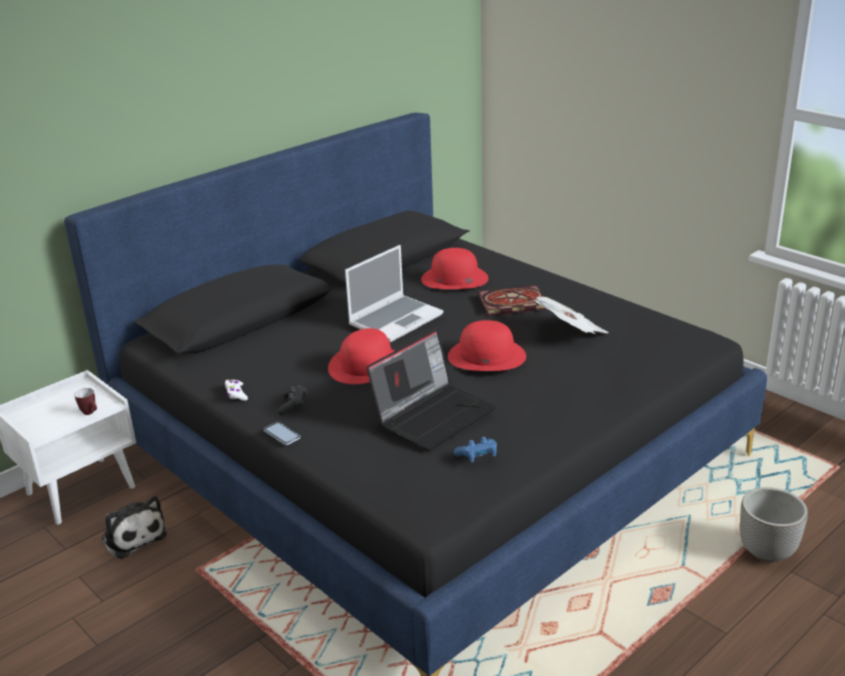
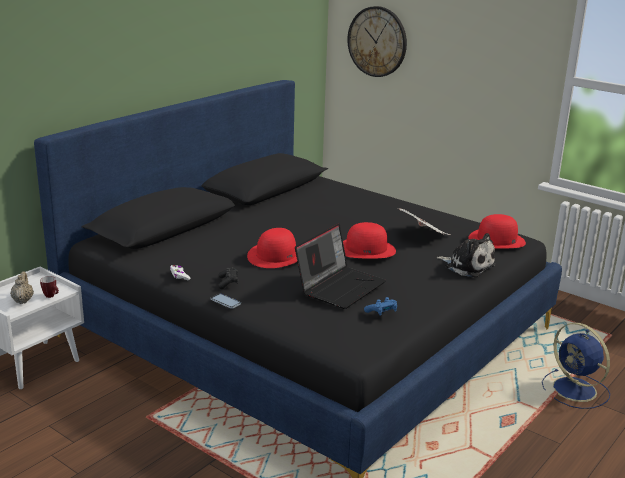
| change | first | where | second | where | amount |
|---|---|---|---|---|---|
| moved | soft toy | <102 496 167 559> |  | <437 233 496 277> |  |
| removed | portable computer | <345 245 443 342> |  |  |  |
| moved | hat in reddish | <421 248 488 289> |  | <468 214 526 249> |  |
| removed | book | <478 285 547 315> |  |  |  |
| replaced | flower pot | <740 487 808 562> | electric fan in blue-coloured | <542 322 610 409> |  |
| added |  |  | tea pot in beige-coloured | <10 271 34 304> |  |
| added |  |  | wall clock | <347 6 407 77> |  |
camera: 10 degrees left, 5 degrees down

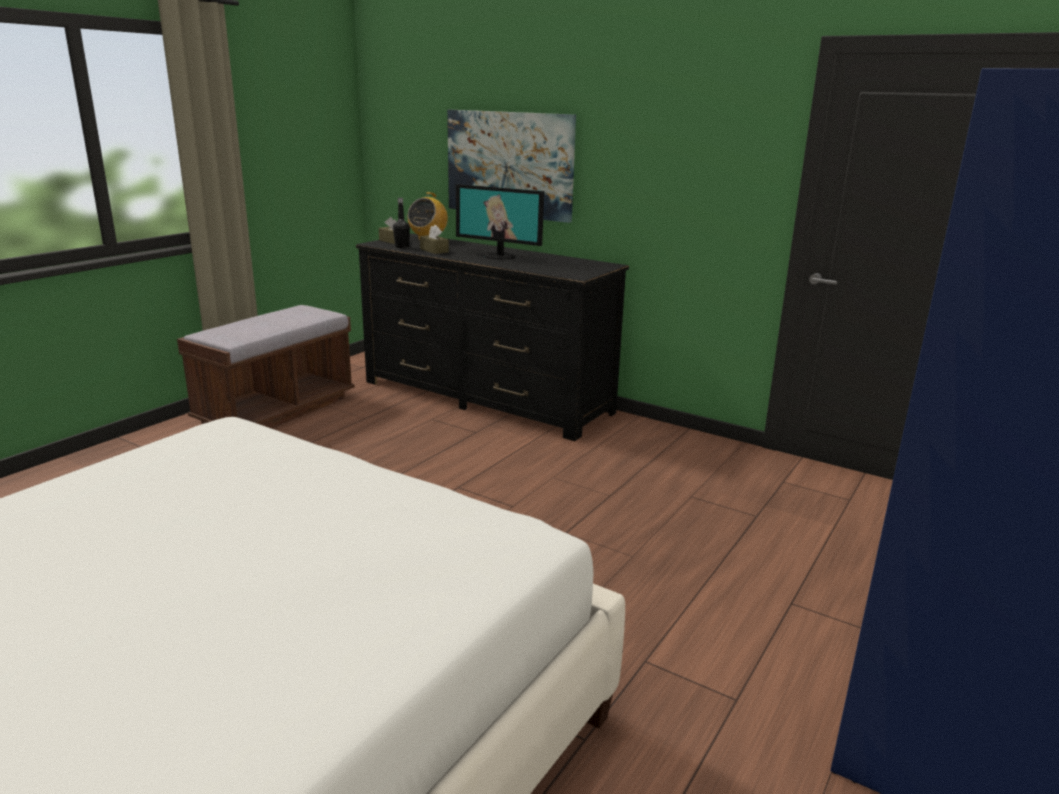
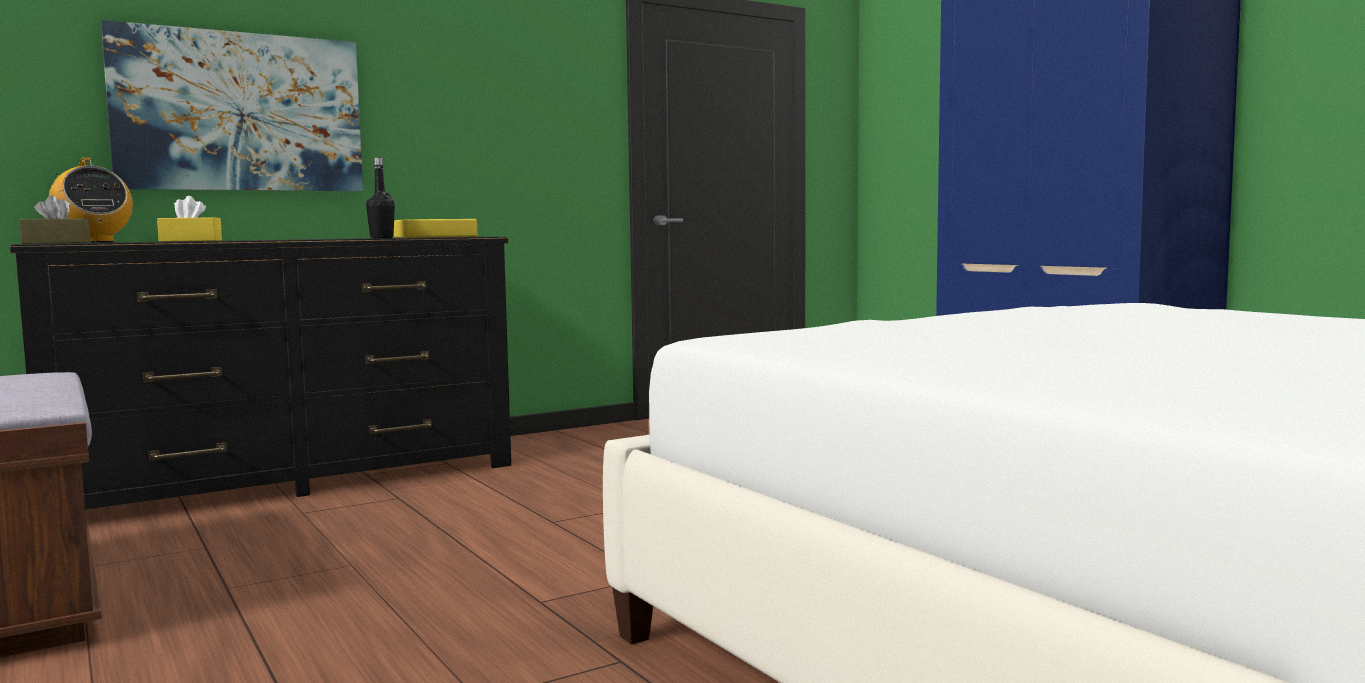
| change | first | where | second | where | amount |
|---|---|---|---|---|---|
| moved | beverage bottle in blackish | <393 198 410 248> |  | <366 158 395 238> |  |
| recoloured | box of tissues in brown-coloured | <420 225 449 254> | box of tissues in yellow-coloured | <157 196 222 242> |  |
| removed | monitor | <456 184 544 260> |  |  |  |
| added |  |  | carrying tray in yellow-coloured | <393 219 478 238> |  |
camera: 65 degrees left, 15 degrees down

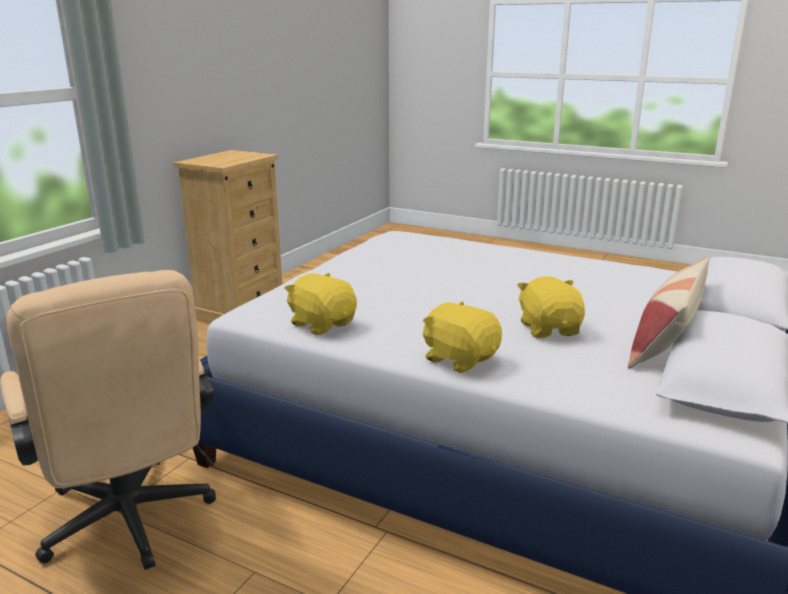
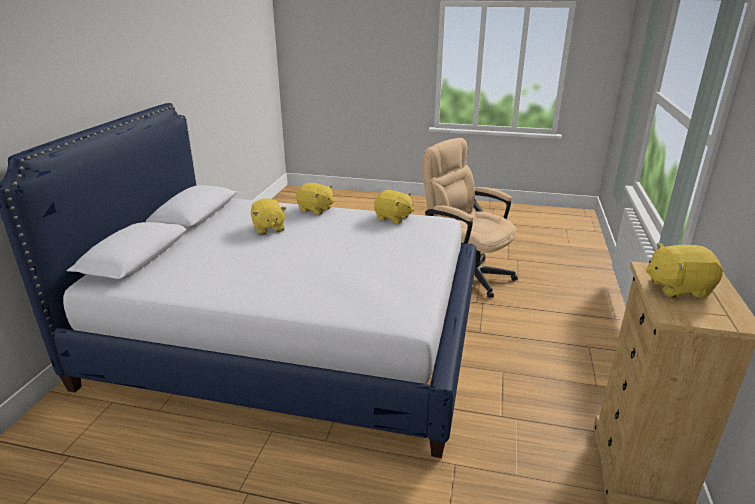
| change | first | where | second | where | amount |
|---|---|---|---|---|---|
| removed | pillow | <628 257 709 369> |  |  |  |
| added |  |  | soft toy in yellow-coloured | <646 243 723 298> |  |
camera: 165 degrees right, 5 degrees up

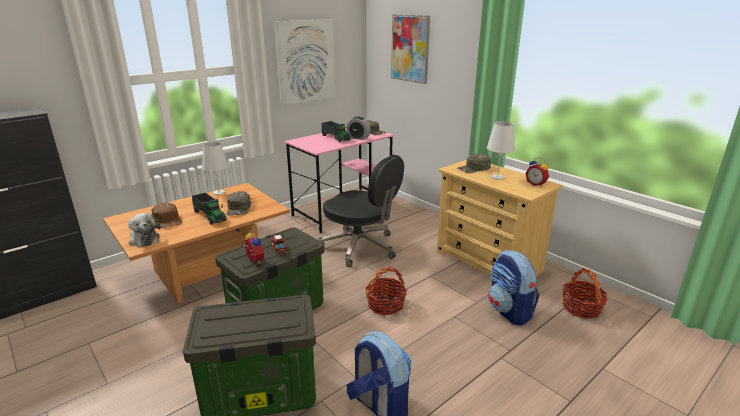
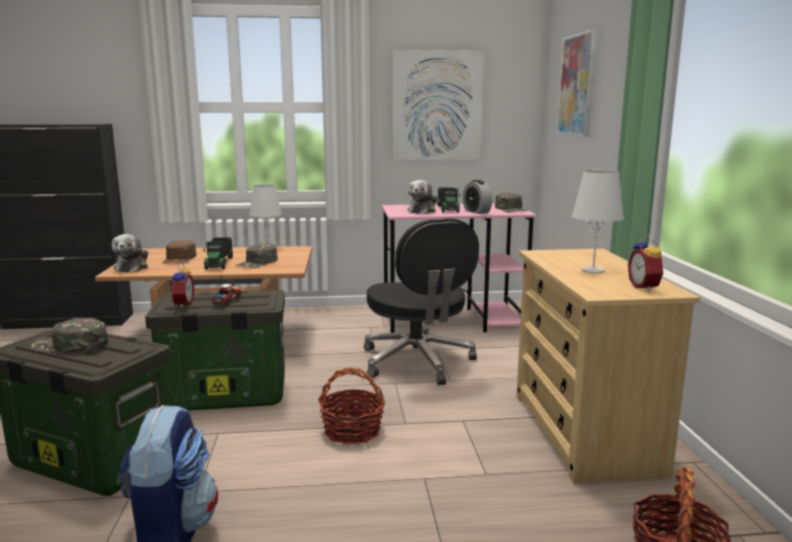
| change | first | where | second | where | amount |
|---|---|---|---|---|---|
| moved | cap in green-coloured | <457 154 491 173> |  | <31 318 108 353> |  |
| removed | backpack | <488 250 539 326> |  |  |  |
| added |  |  | soft toy | <407 180 437 214> |  |
camera: 35 degrees right, 10 degrees down

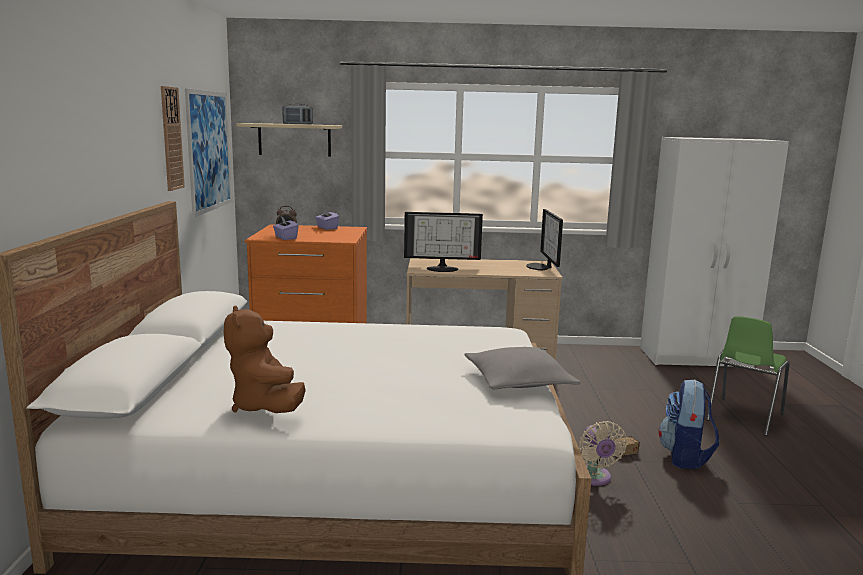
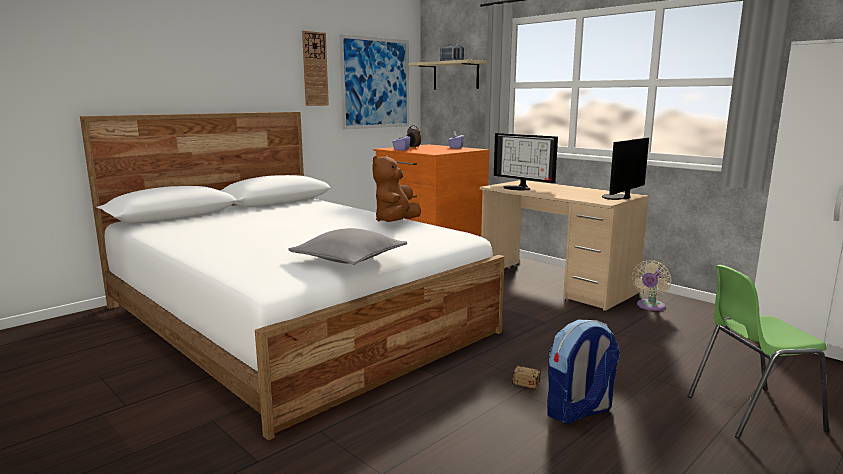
| change | first | where | second | where | amount |
|---|---|---|---|---|---|
| moved | soft toy in brown-coloured | <224 306 306 413> |  | <372 156 421 222> |  |
| moved | electric fan in beige-coloured | <579 421 627 486> |  | <632 260 671 311> |  |
camera: 45 degrees right, 0 degrees up

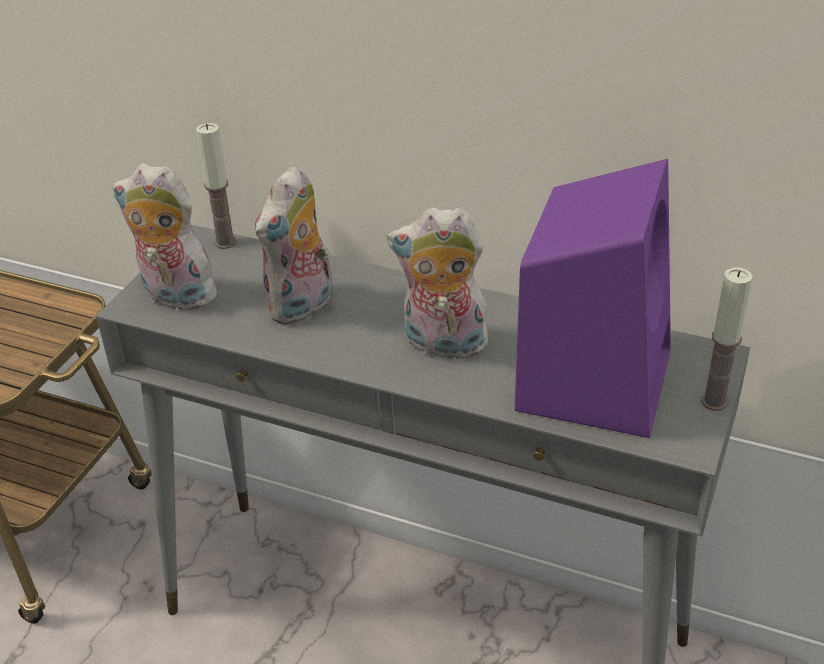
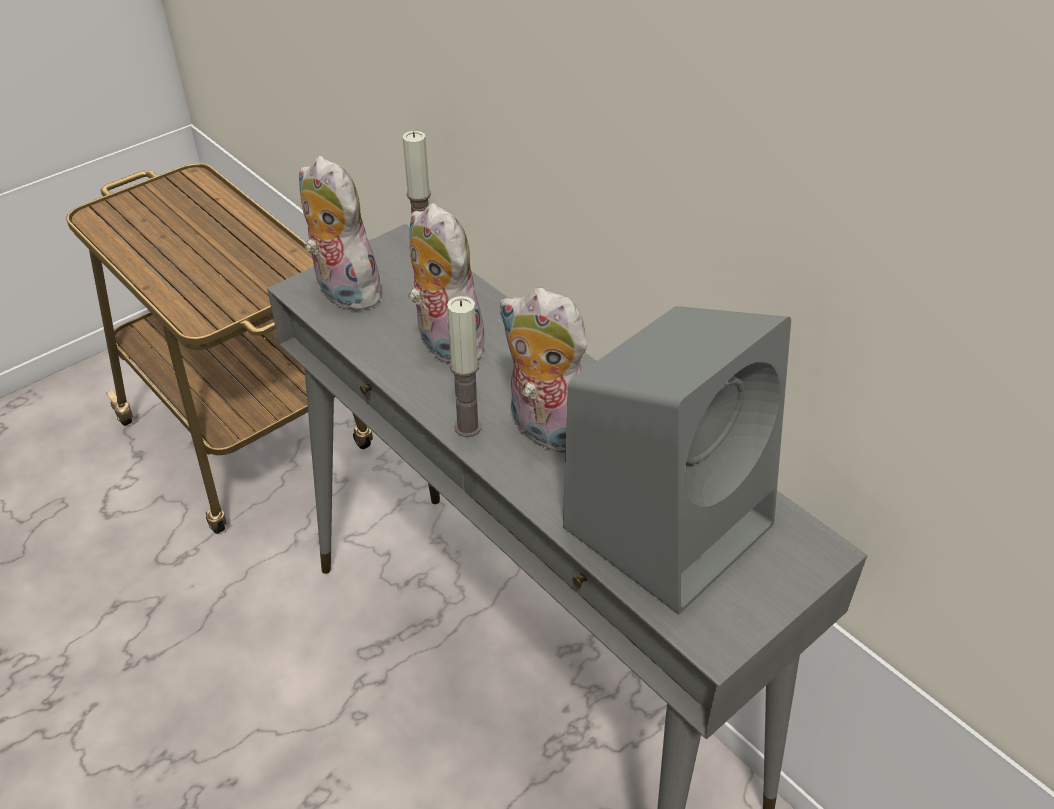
| change | first | where | second | where | amount |
|---|---|---|---|---|---|
| turned | soft toy | <255 166 333 326> |  | <408 203 485 364> | 90 degrees clockwise |
| recoloured | speaker in purple-coloured | <514 159 671 438> | speaker in greyish | <563 306 791 614> |  |
| moved | wax candle | <701 267 753 411> |  | <447 296 481 437> |  |
camera: 25 degrees right, 5 degrees up

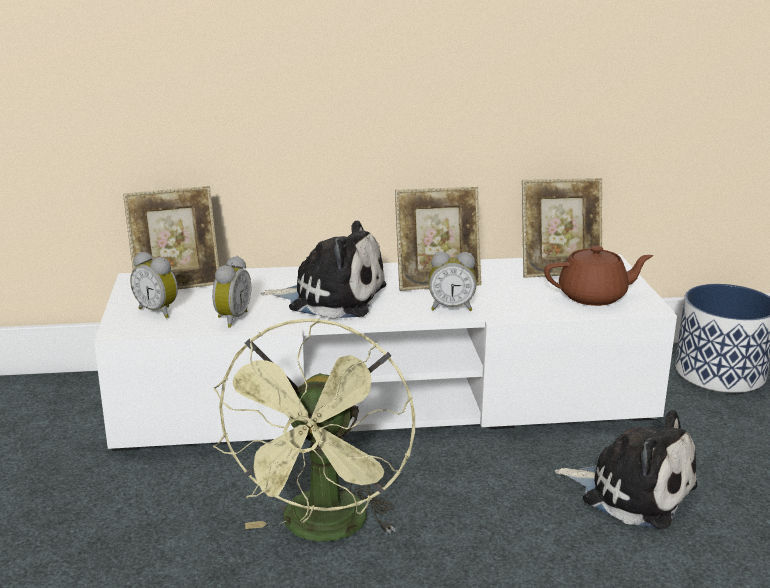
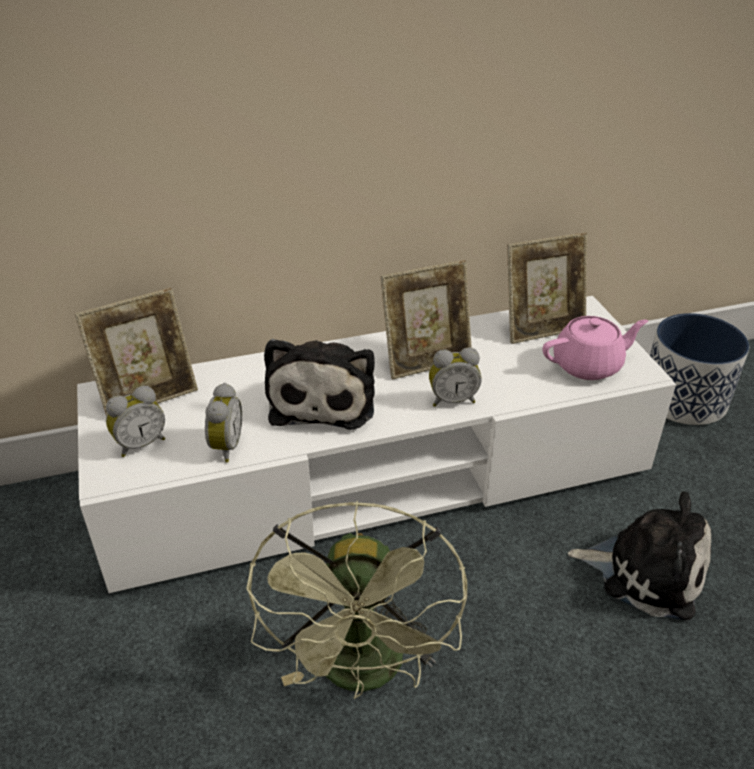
| change | first | where | second | where | amount |
|---|---|---|---|---|---|
| turned | bedside clock | <130 252 178 318> |  | <106 386 165 457> | 60 degrees counterclockwise |
| turned | soft toy | <261 220 386 319> |  | <264 339 375 430> | 90 degrees clockwise |
| recoloured | tea pot in brown-coloured | <544 245 653 306> | tea pot in pinkish | <542 316 648 380> |  |
camera: 10 degrees left, 15 degrees up

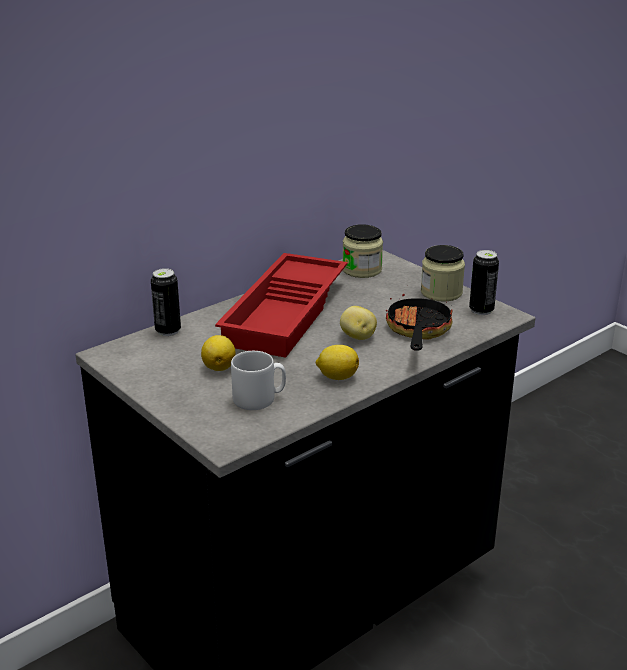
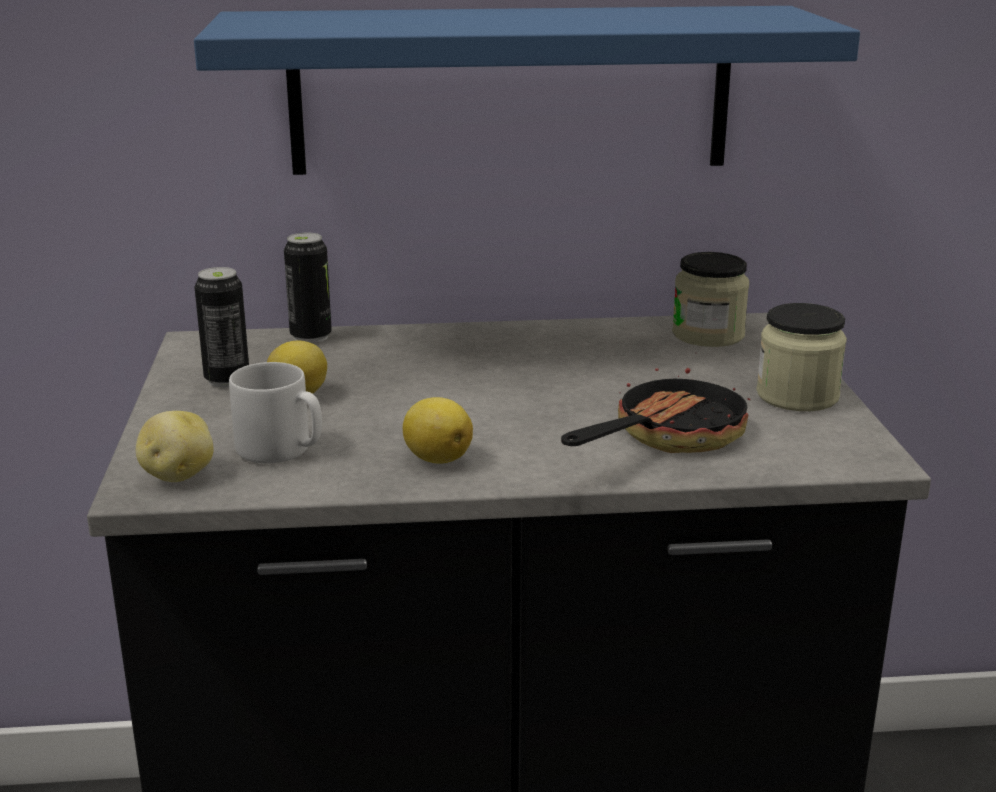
| change | first | where | second | where | amount |
|---|---|---|---|---|---|
| removed | carrying tray in reddish | <215 253 348 358> |  |  |  |
| moved | spud | <340 306 377 340> |  | <136 411 214 482> |  |
| moved | metal can | <469 250 499 315> |  | <194 267 249 388> |  |
| added |  |  | wall shelf in blue-coloured | <194 6 860 175> |  |
camera: 35 degrees right, 5 degrees down

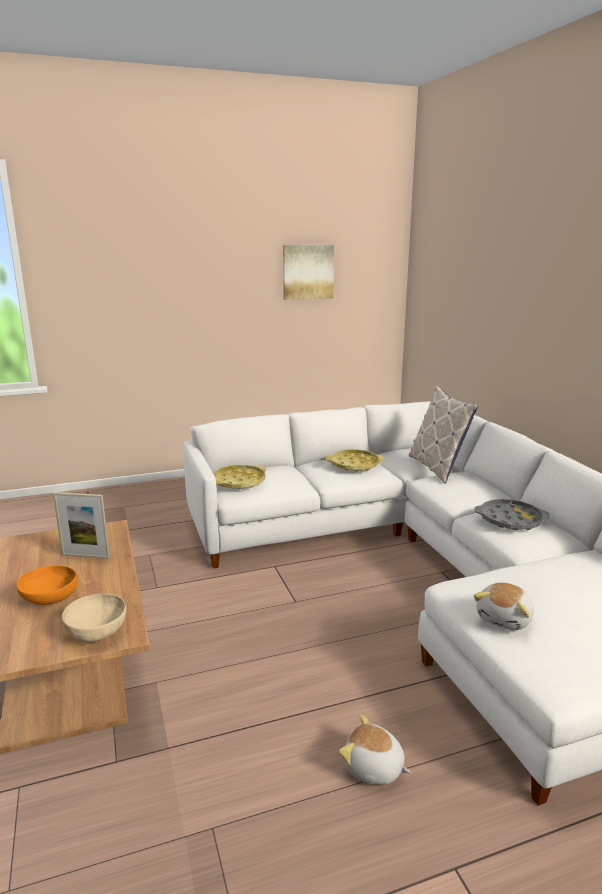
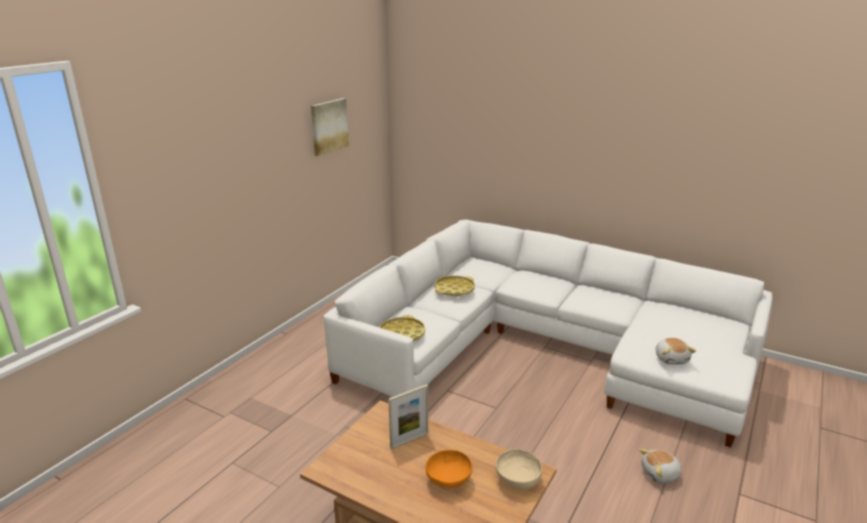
| change | first | where | second | where | amount |
|---|---|---|---|---|---|
| removed | pillow | <409 386 478 484> |  |  |  |
| removed | carrying tray in greyish | <474 499 550 530> |  |  |  |
camera: 40 degrees left, 5 degrees up

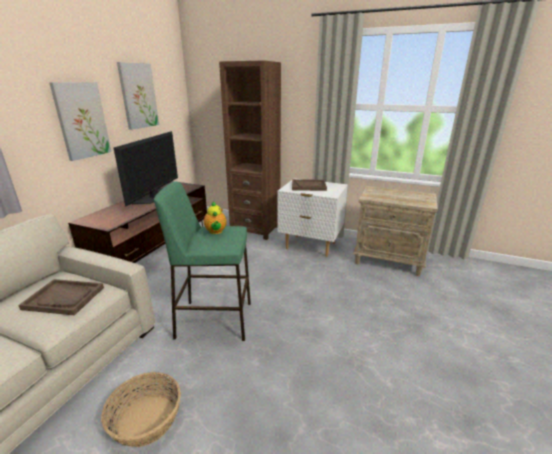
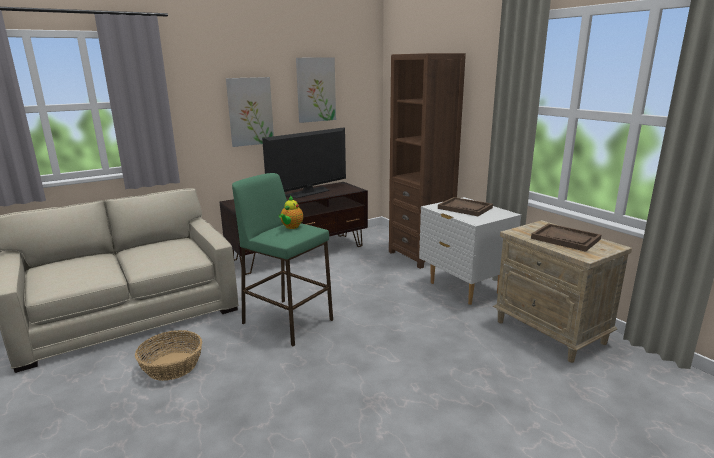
| change | first | where | second | where | amount |
|---|---|---|---|---|---|
| moved | carrying tray in brown-coloured | <18 279 104 316> |  | <531 223 601 252> |  |
camera: 35 degrees right, 5 degrees down

